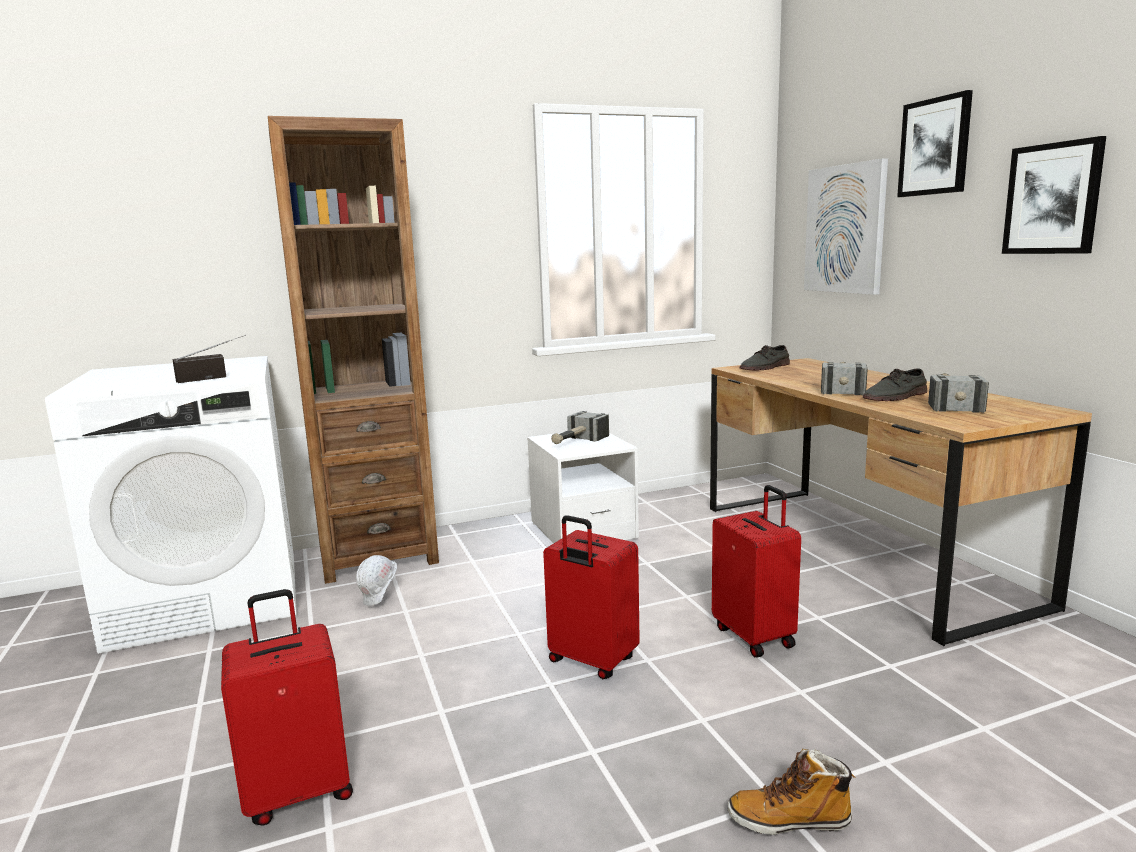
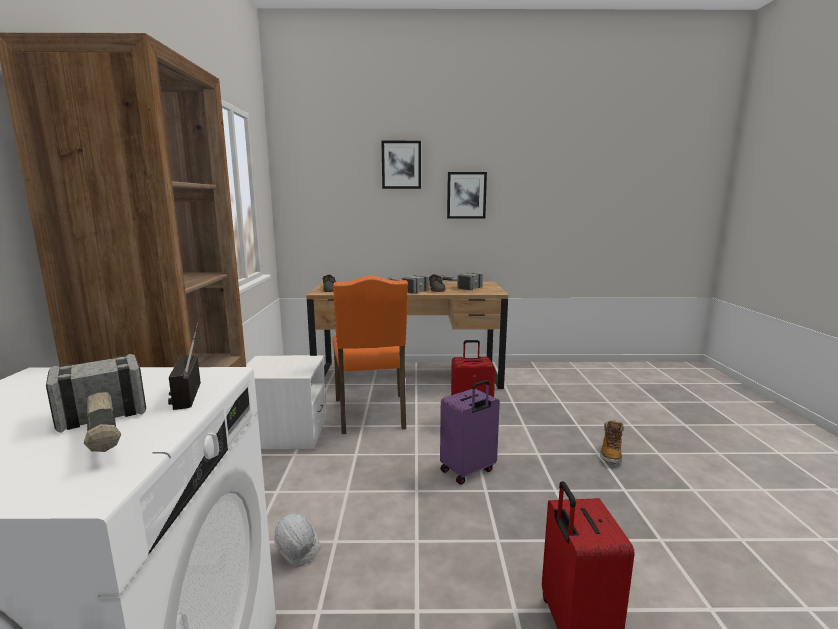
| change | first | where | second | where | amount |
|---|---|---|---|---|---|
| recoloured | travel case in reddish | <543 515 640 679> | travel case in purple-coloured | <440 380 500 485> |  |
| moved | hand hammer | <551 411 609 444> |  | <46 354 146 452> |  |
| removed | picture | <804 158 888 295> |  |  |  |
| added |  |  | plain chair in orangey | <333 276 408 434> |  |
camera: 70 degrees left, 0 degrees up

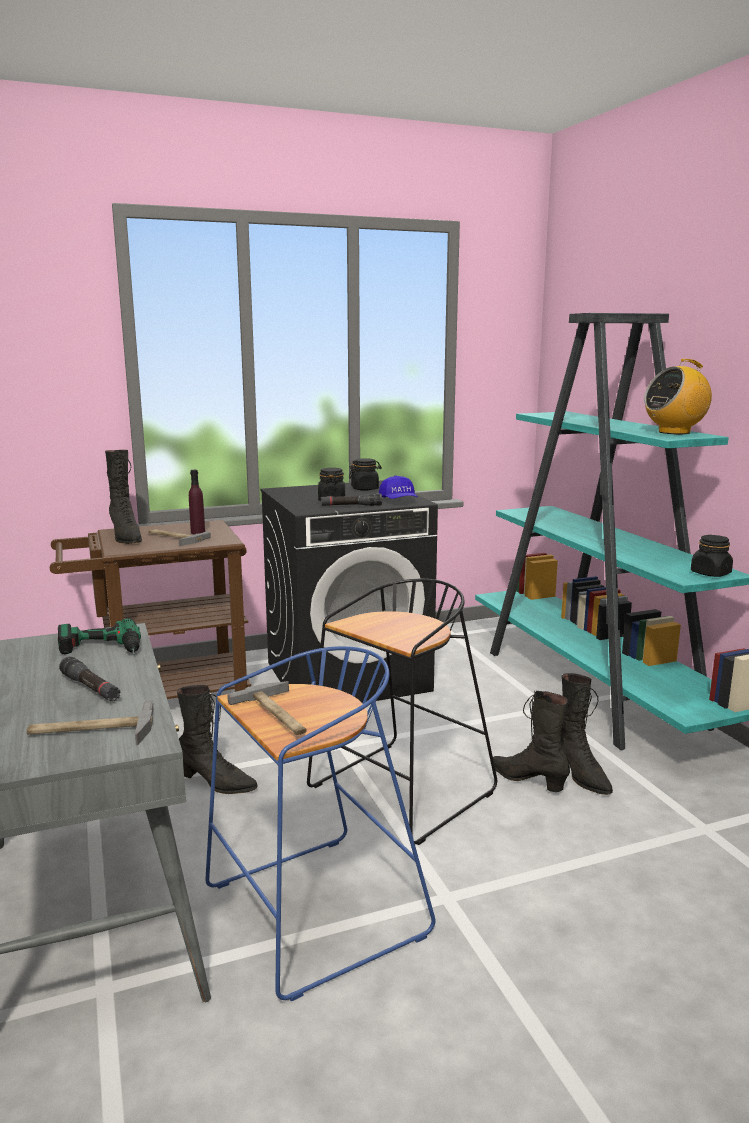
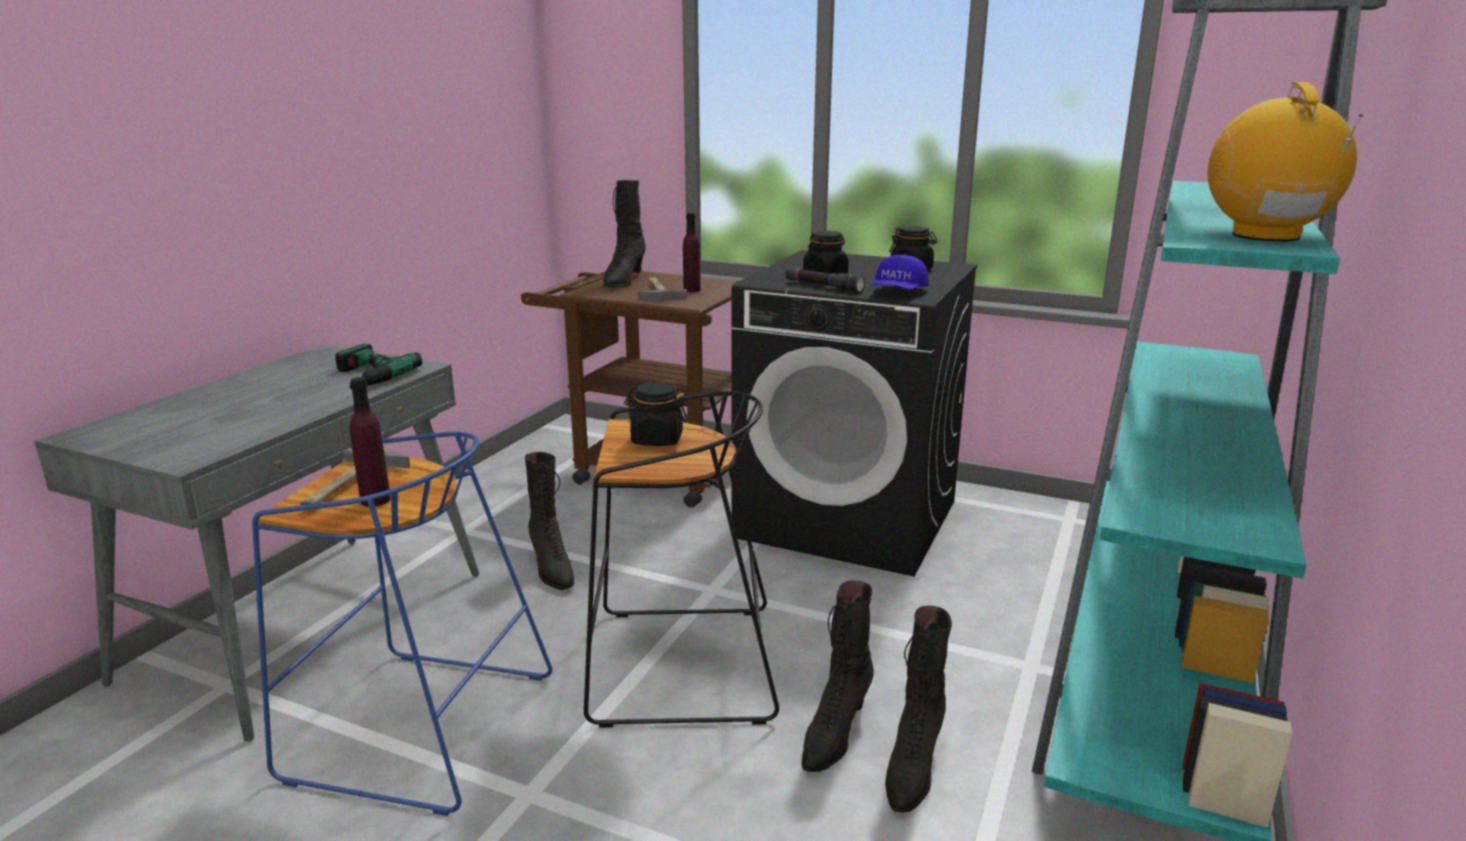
| change | first | where | second | where | amount |
|---|---|---|---|---|---|
| removed | hand hammer | <27 701 154 746> |  |  |  |
| removed | flashlight in blackish | <59 657 120 702> |  |  |  |
| turned | boot in blackish | <493 691 570 792> |  | <802 580 874 772> | 150 degrees counterclockwise |
| turned | radio | <644 359 712 434> |  | <1208 82 1363 242> | 75 degrees clockwise |
| moved | jar in blackish | <691 535 733 577> |  | <624 382 688 446> |  |
| added |  |  | beverage bottle in purple-coloured | <350 377 391 507> |  |
camera: 45 degrees right, 5 degrees up

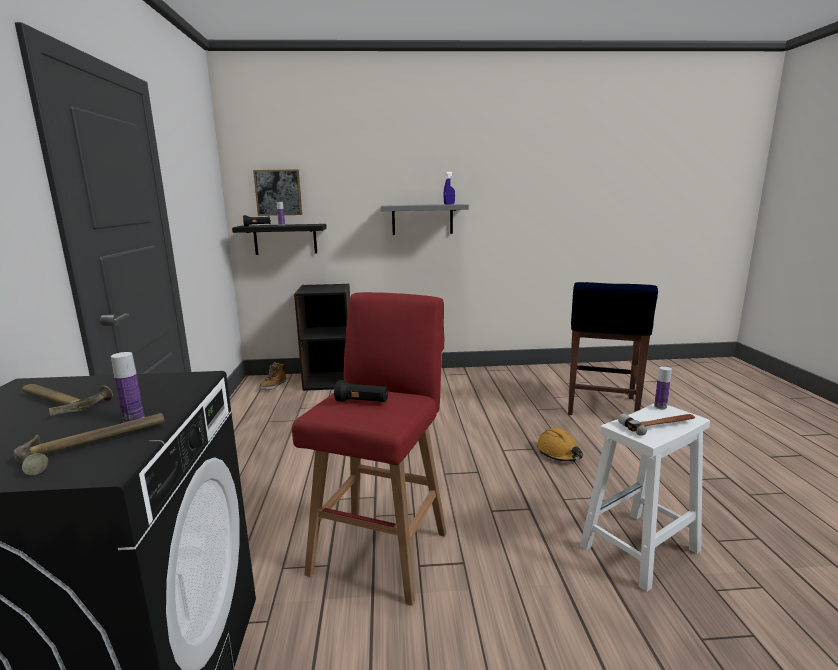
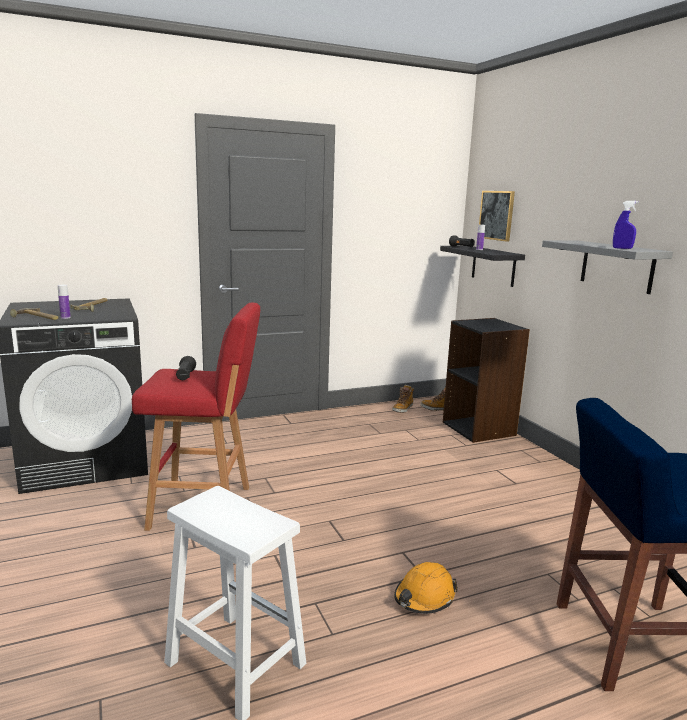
| change | first | where | second | where | amount |
|---|---|---|---|---|---|
| removed | hand hammer | <618 414 695 436> |  |  |  |
| removed | beverage bottle | <654 366 672 410> |  |  |  |
| added |  |  | boot | <392 385 414 413> |  |
camera: 70 degrees right, 0 degrees up

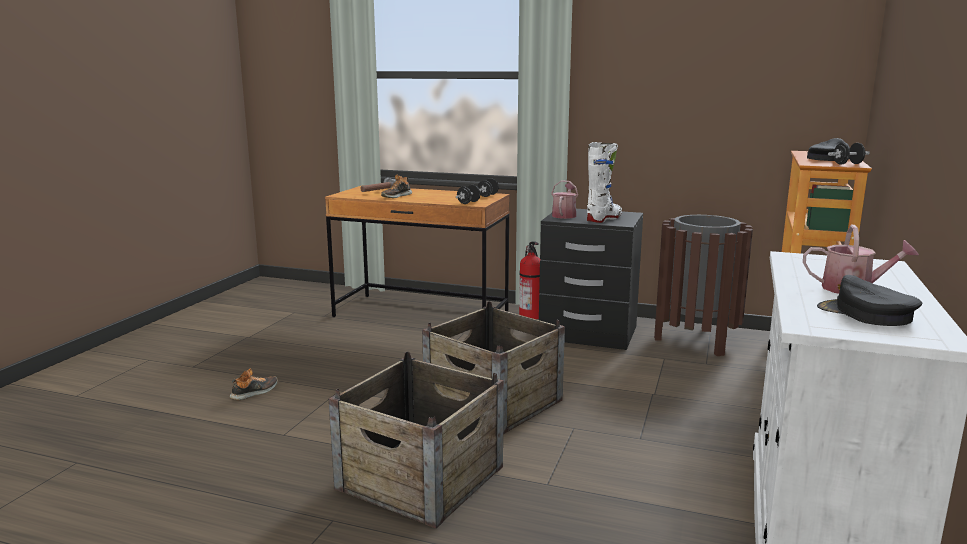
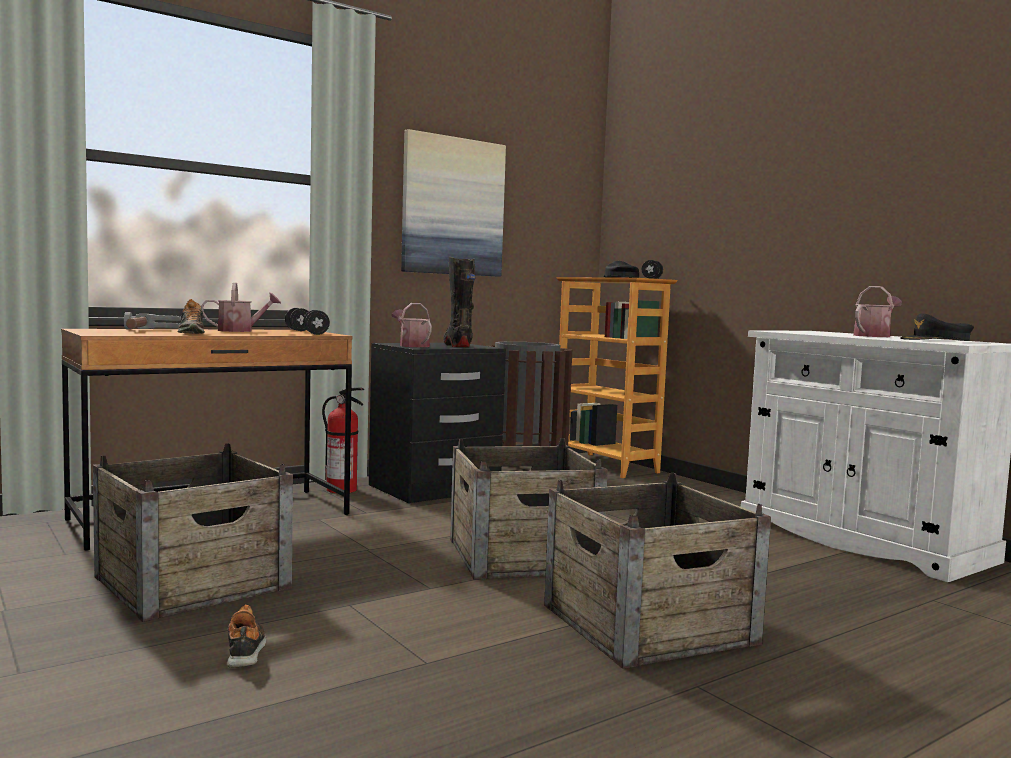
| change | first | where | second | where | amount |
|---|---|---|---|---|---|
| recoloured | boot in whitish | <587 142 622 223> | boot in blackish | <443 257 475 347> |  |
| added |  |  | shipping crate | <93 443 293 622> |  |
| added |  |  | sprinkling can | <201 283 281 332> |  |
| added |  |  | picture | <401 129 506 277> |  |
camera: 55 degrees left, 10 degrees down

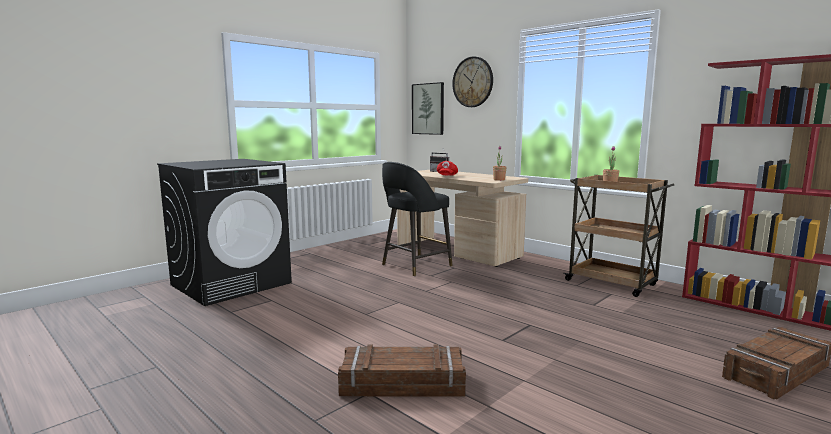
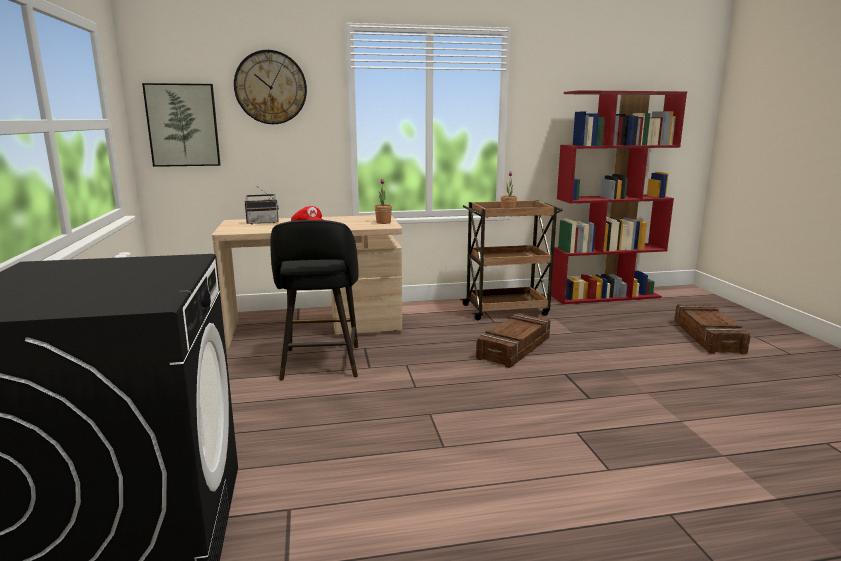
| change | first | where | second | where | amount |
|---|---|---|---|---|---|
| moved | shipping crate | <338 345 466 396> |  | <476 313 550 368> |  |
camera: 55 degrees left, 5 degrees up

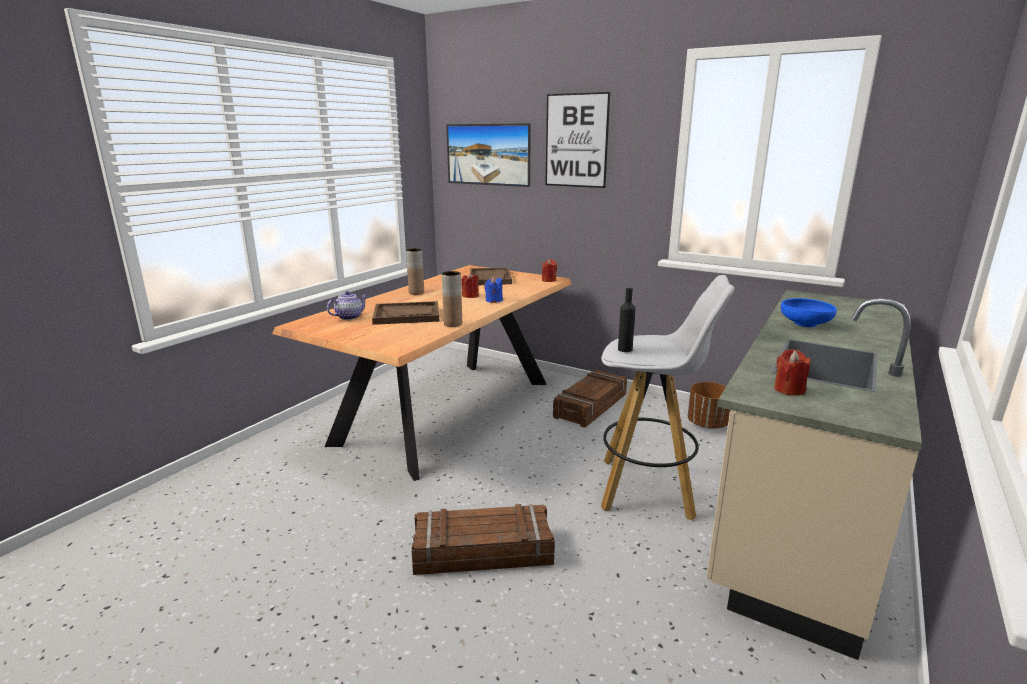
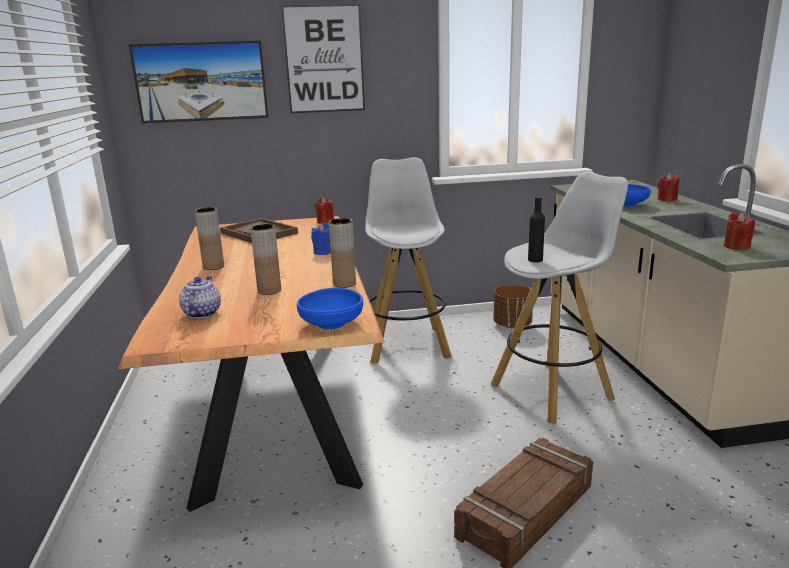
| change | first | where | second | where | amount |
|---|---|---|---|---|---|
| replaced | carrying tray in brown-coloured | <372 301 439 325> | flower vase in brown-coloured | <250 224 281 295> |  |
| moved | wax candle in reddish | <462 273 479 298> |  | <658 173 679 201> |  |
| replaced | shipping crate | <553 370 627 428> | stool seat in whitish | <365 157 452 364> |  |
| added |  |  | serving bowl in blue-coloured | <297 288 363 330> |  |
camera: 40 degrees left, 0 degrees up

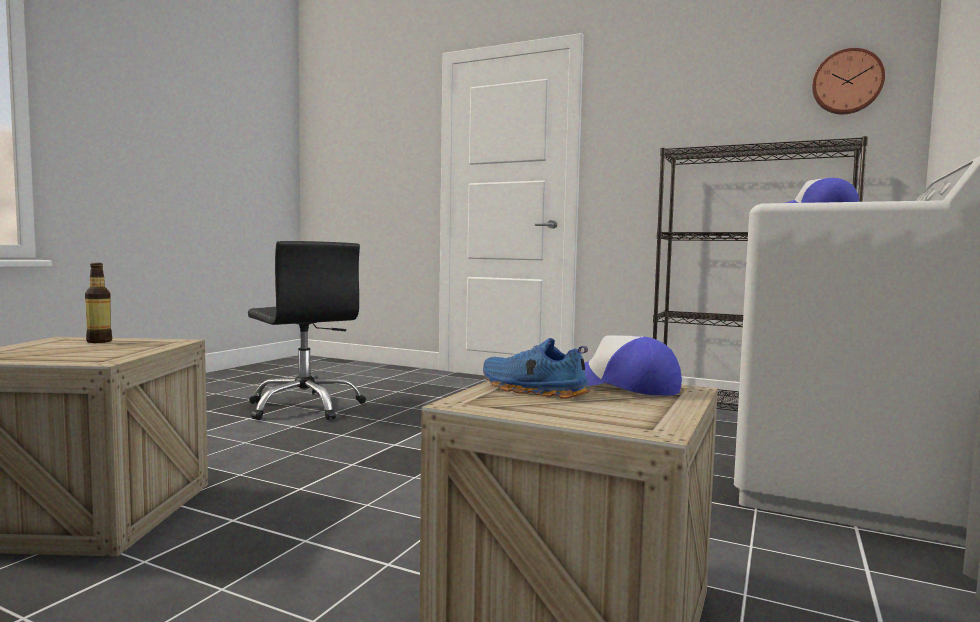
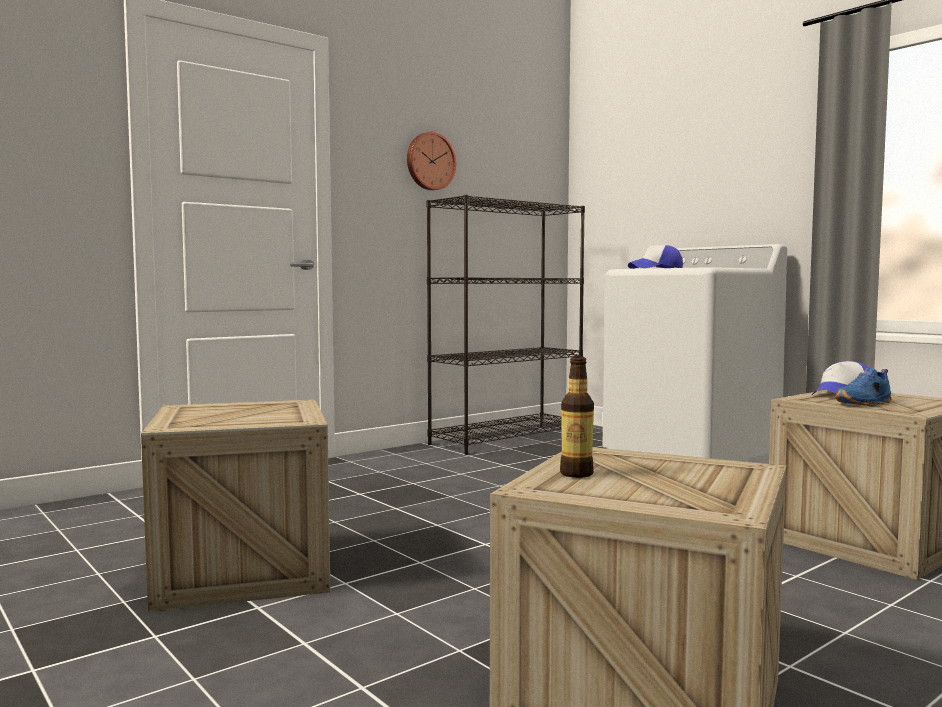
| change | first | where | second | where | amount |
|---|---|---|---|---|---|
| replaced | desk chair in blackish | <248 241 366 420> | shipping crate | <141 400 331 611> |  |
| moved | wall clock | <812 48 885 114> |  | <407 132 456 190> |  |
camera: 65 degrees left, 0 degrees up

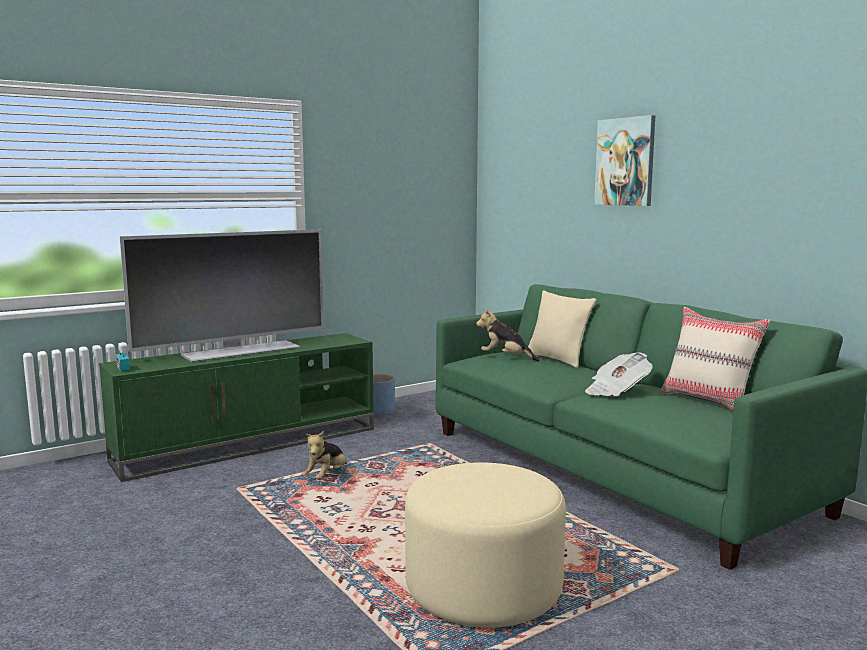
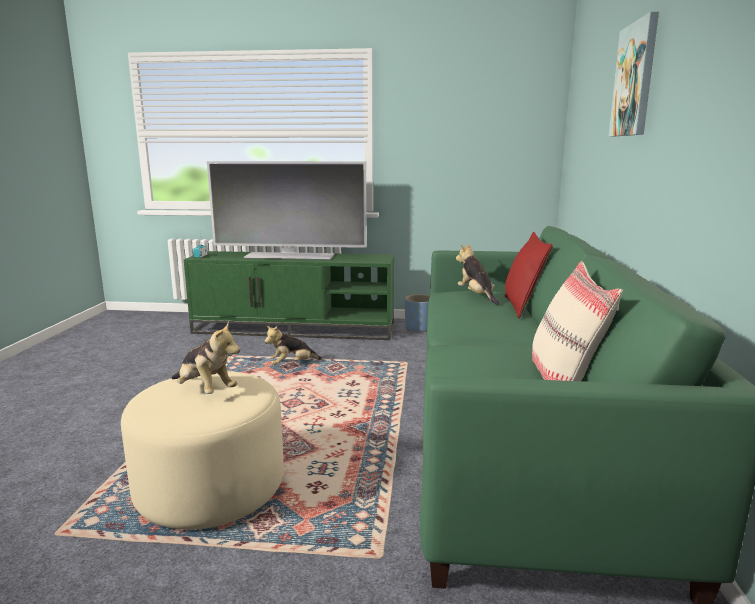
| change | first | where | second | where | amount |
|---|---|---|---|---|---|
| recoloured | pillow in beige-coloured | <525 290 596 368> | pillow in reddish | <505 232 553 318> |  |
| removed | printed paper | <585 352 653 397> |  |  |  |
| added |  |  | soft toy | <171 321 240 394> |  |
camera: 40 degrees right, 5 degrees up

